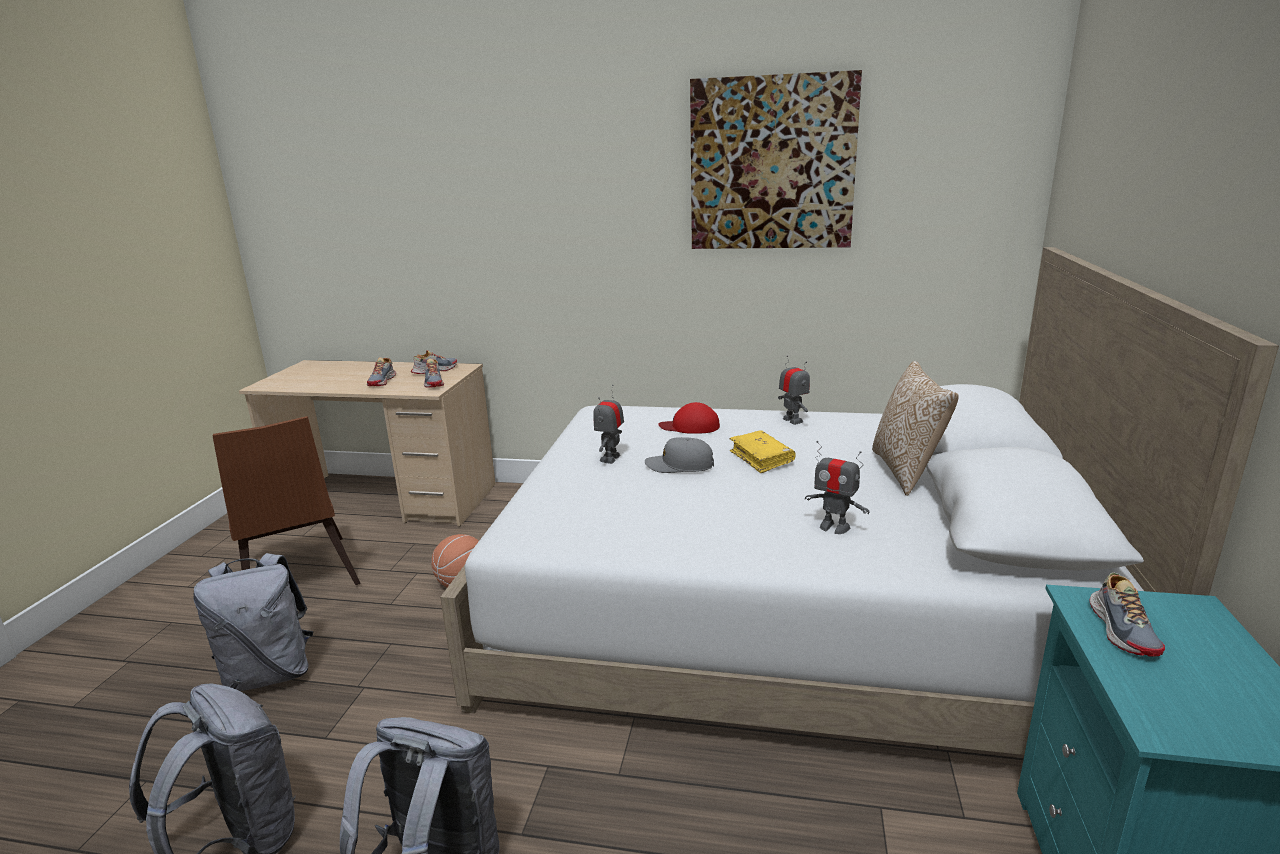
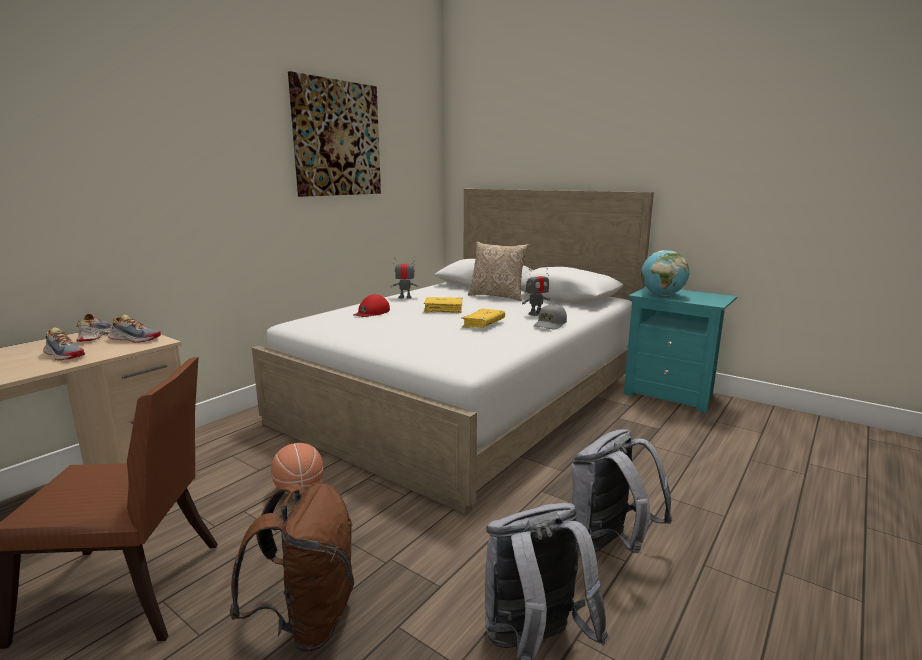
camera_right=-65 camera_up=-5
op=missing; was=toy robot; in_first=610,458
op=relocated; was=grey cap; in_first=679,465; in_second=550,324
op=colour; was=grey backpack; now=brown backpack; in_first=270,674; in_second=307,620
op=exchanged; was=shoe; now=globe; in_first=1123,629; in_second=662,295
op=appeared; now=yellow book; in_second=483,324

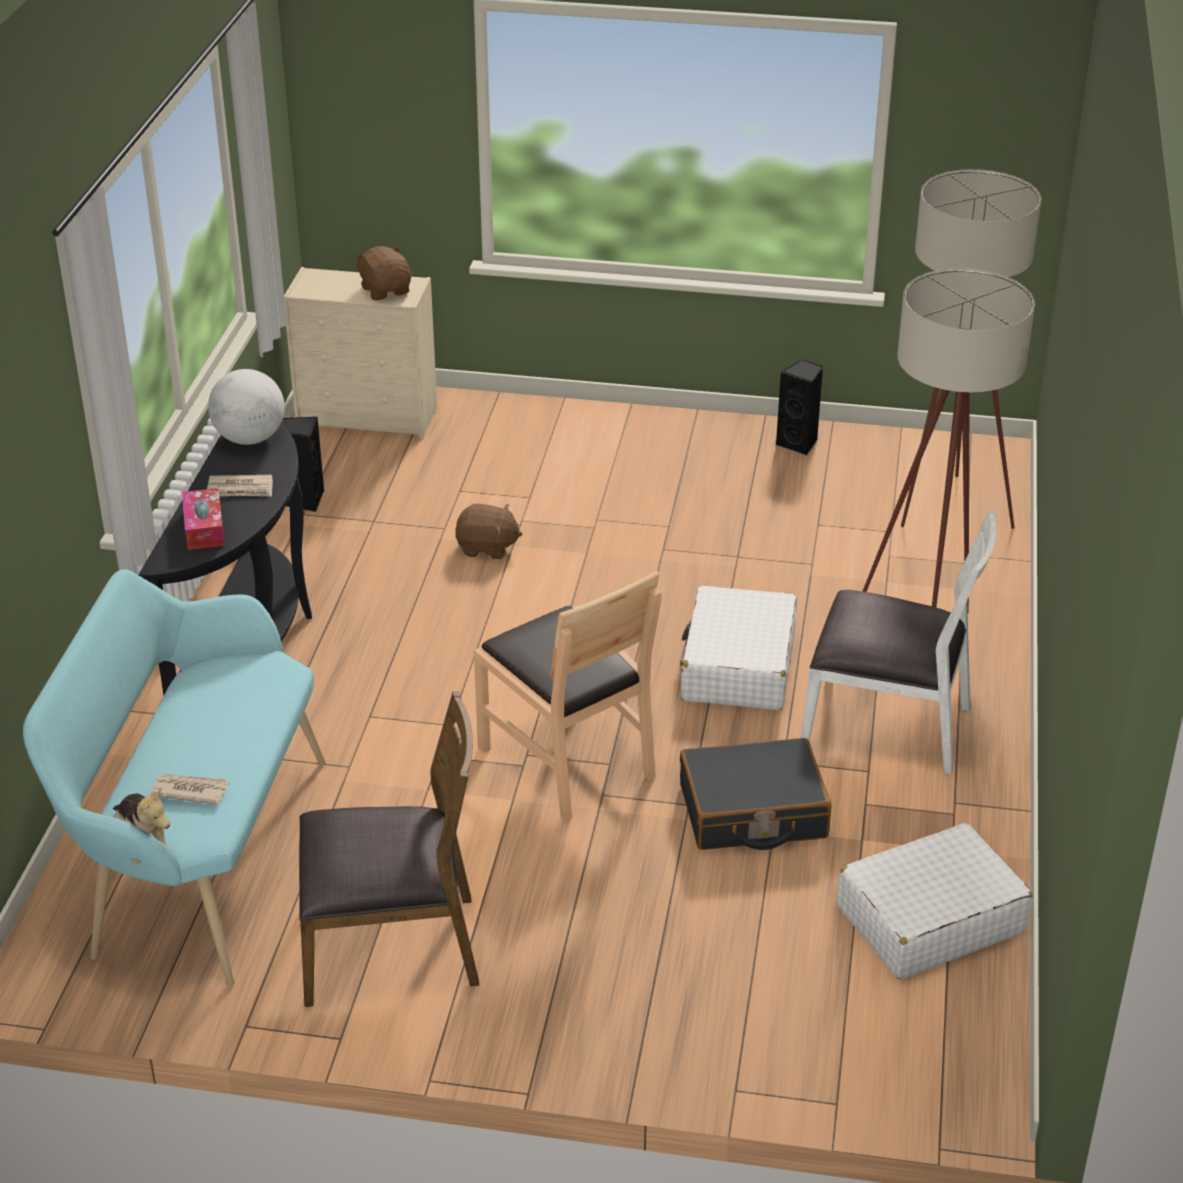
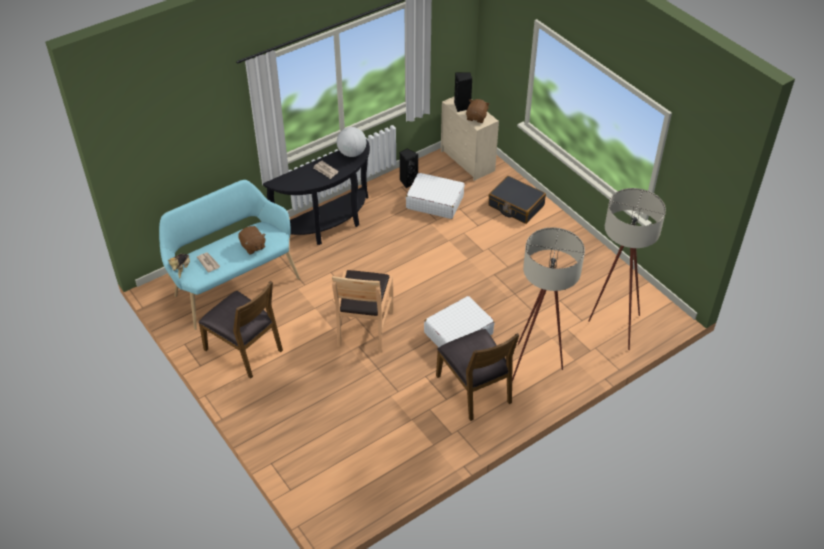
camera_right=45 camera_up=10
op=relocated; was=black speaker; in_first=799,443; in_second=462,107
op=missing; was=tissue box; in_first=204,528
op=relocated; was=brown plush toy; in_first=487,548; in_second=252,246
op=colour; was=white chair; now=brown chair; in_first=887,725; in_second=475,389
op=relocated; was=black suitcase; in_first=752,812; in_second=516,206
op=relocated; was=white suitcase; in_first=929,919; in_second=434,202

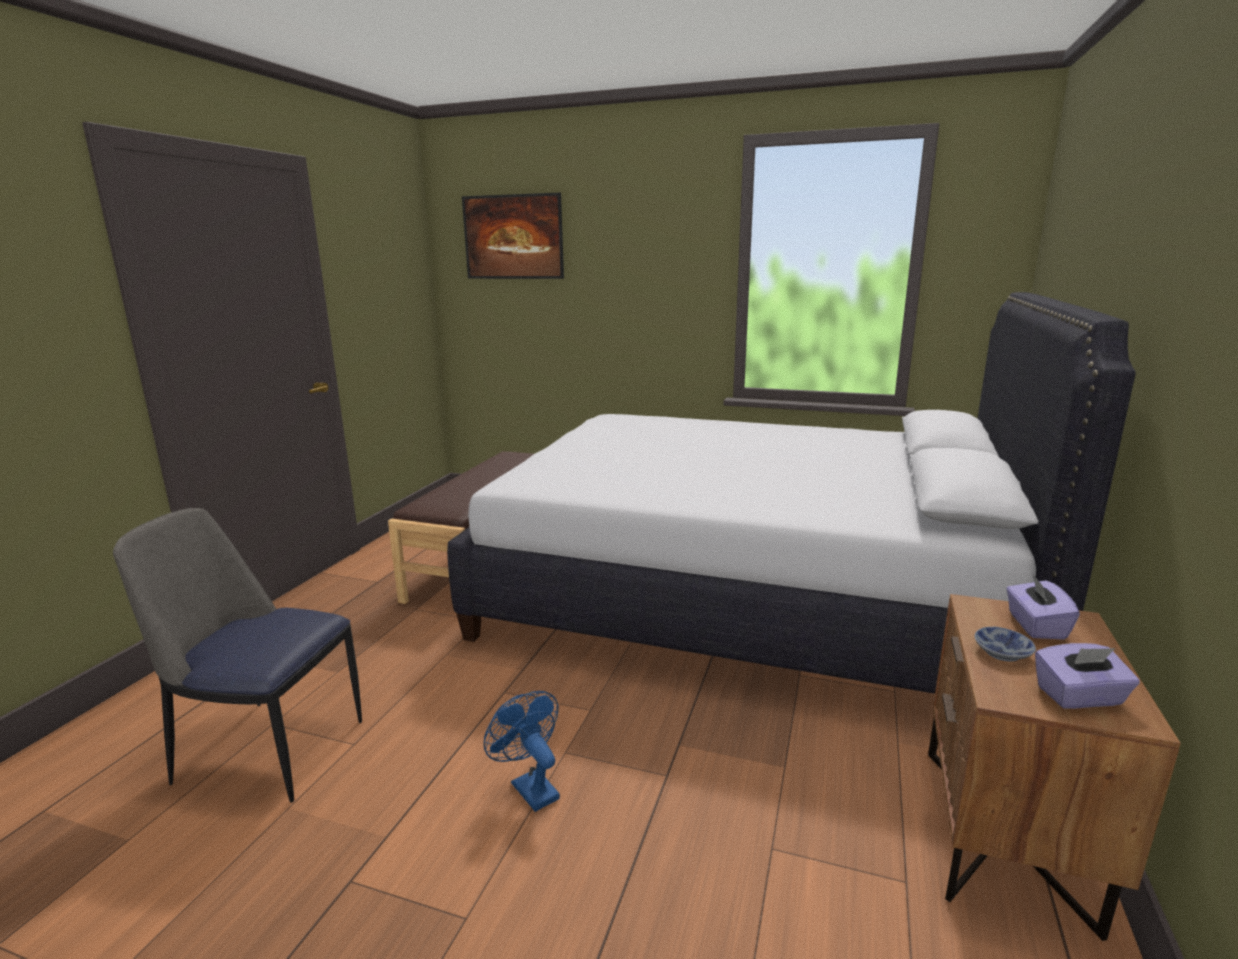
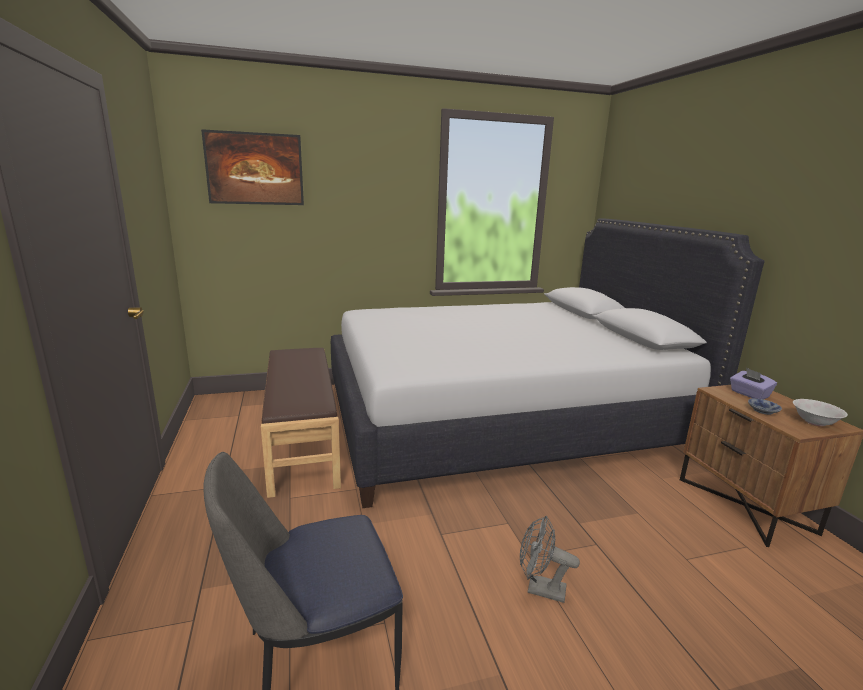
camera_right=-35 camera_up=0
op=exchanged; was=purple tissue box; now=white bowl; in_first=1080,697; in_second=814,422
op=colour; was=blue fan; now=grey fan; in_first=530,787; in_second=539,589

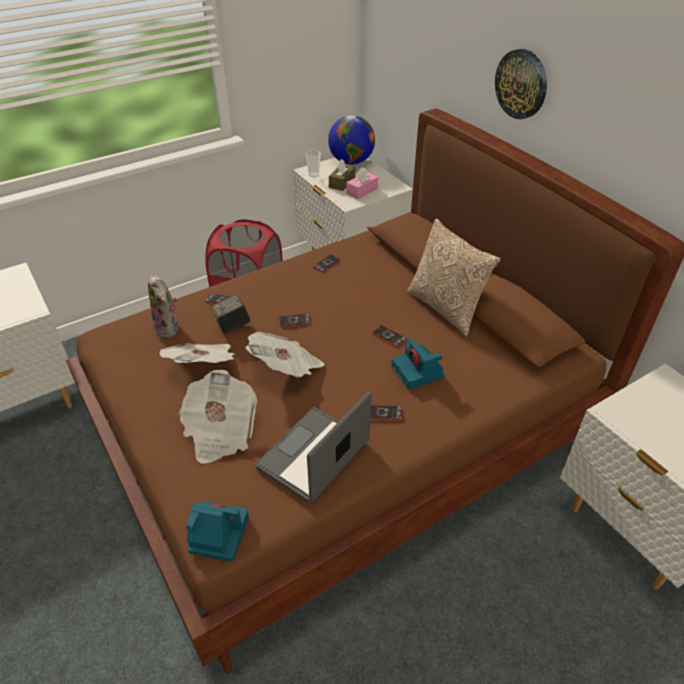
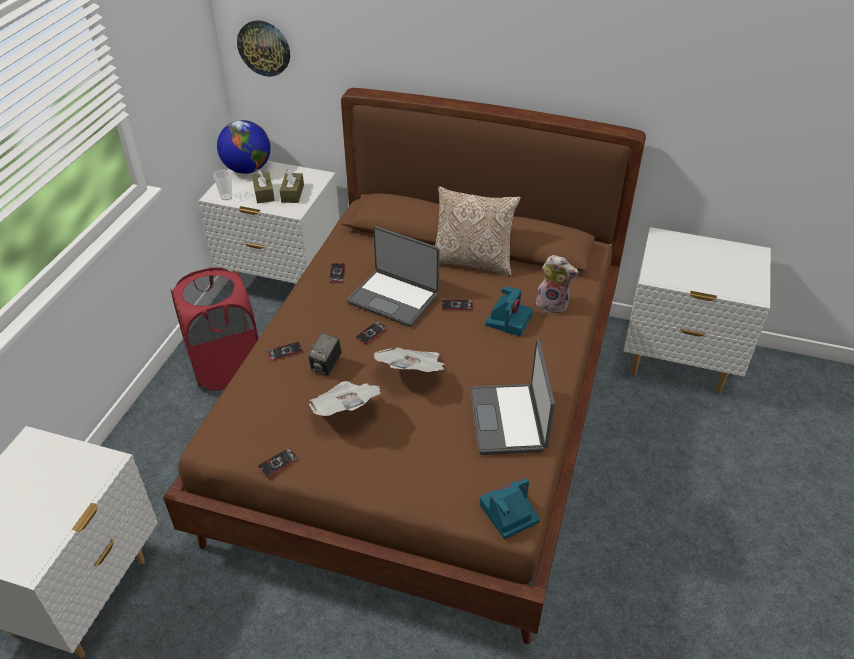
camera_right=-40 camera_up=0
op=relocated; was=wall clock; in_first=521,84; in_second=264,48
op=colour; was=pink tissue box; now=brown tissue box; in_first=362,191; in_second=292,193
op=relocated; was=plush toy; in_first=169,328; in_second=553,304
op=spun; was=photo camera; in_first=418,372; in_second=508,320; clockwise=-90
op=missing; was=newspaper; in_first=220,431
op=relocated; was=phone; in_first=383,413; in_second=278,463
op=appeared; now=laptop; in_second=394,298

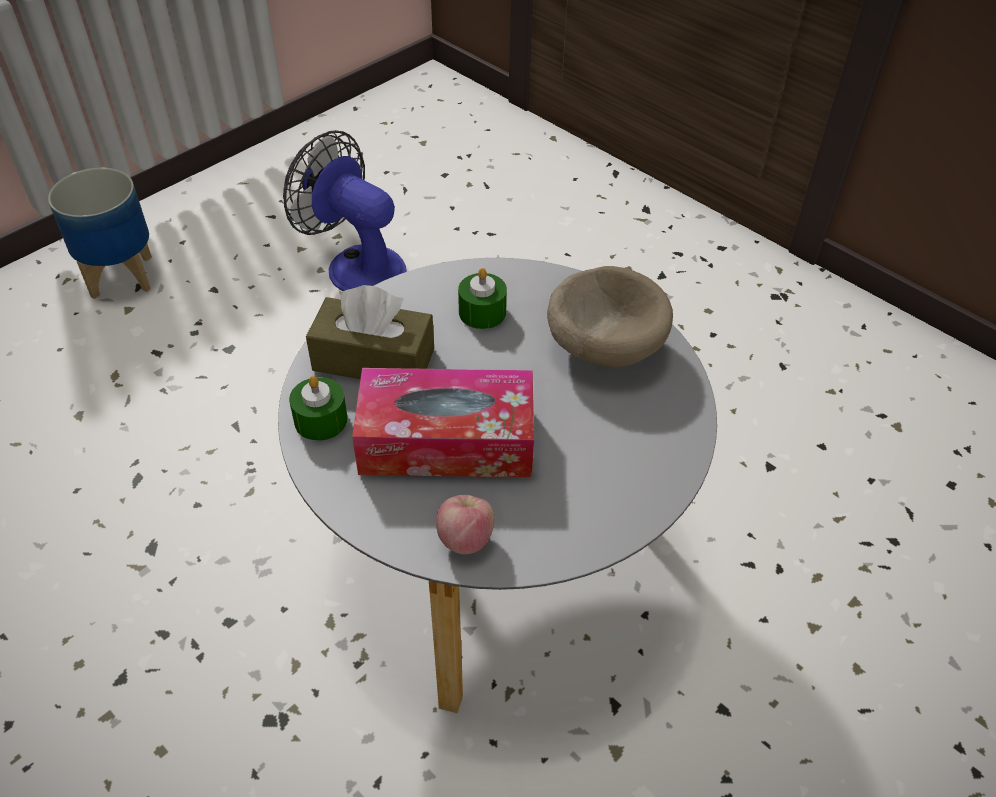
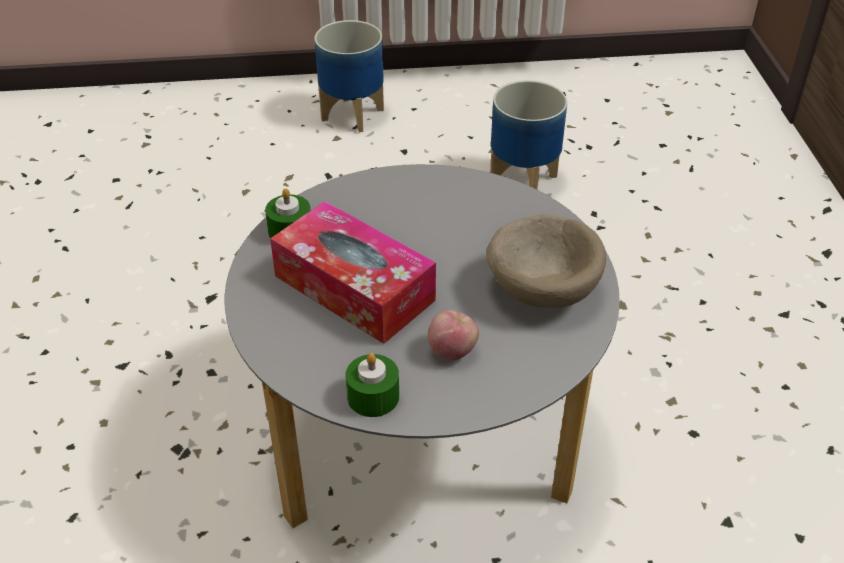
camera_right=40 camera_up=-5
op=exchanged; was=fan; now=planter; in_first=355,265; in_second=522,181
op=relocated; was=green candle; in_first=482,312; in_second=373,396
op=missing; was=brown tissue box; in_first=374,360
op=relocated; was=apple; in_first=465,539; in_second=452,351

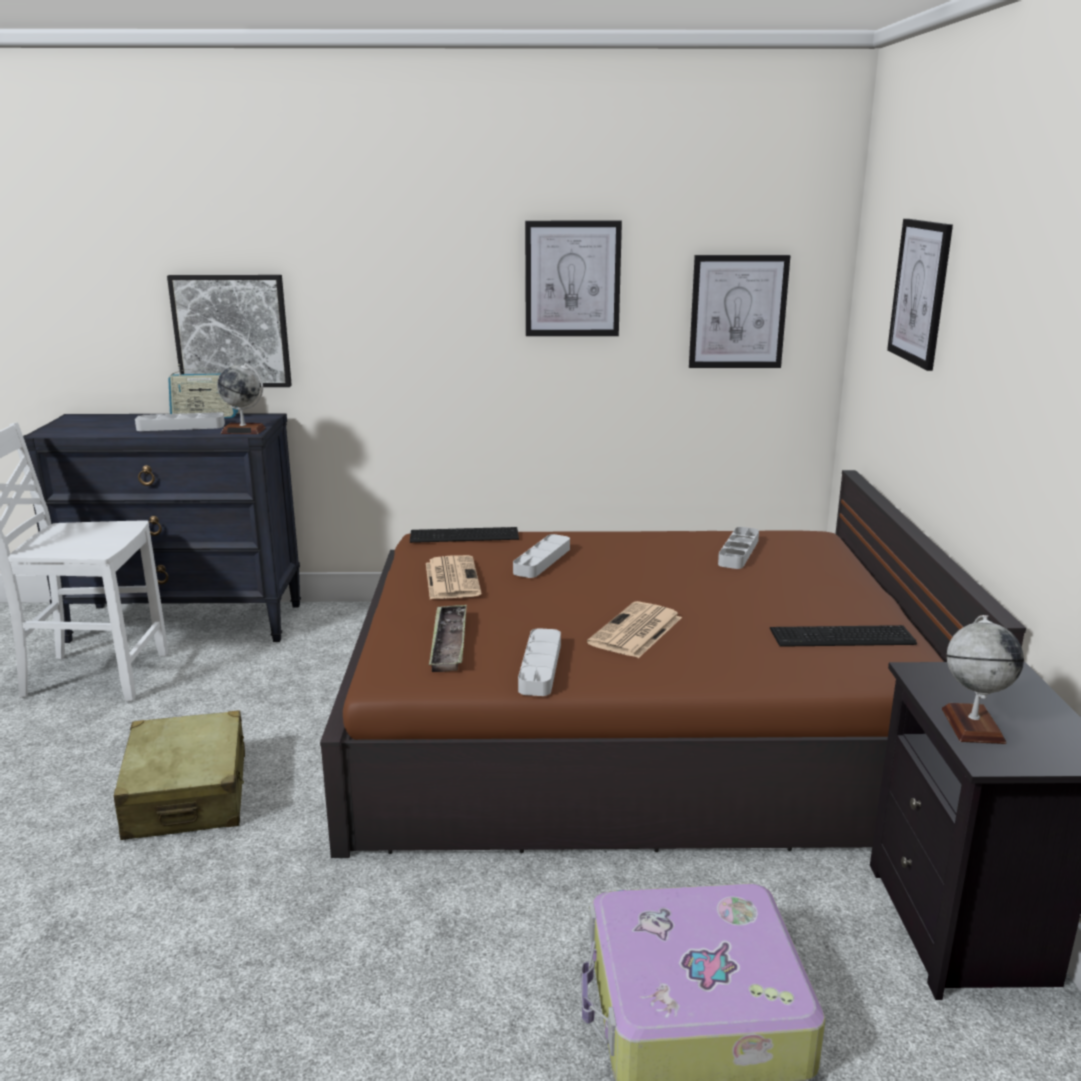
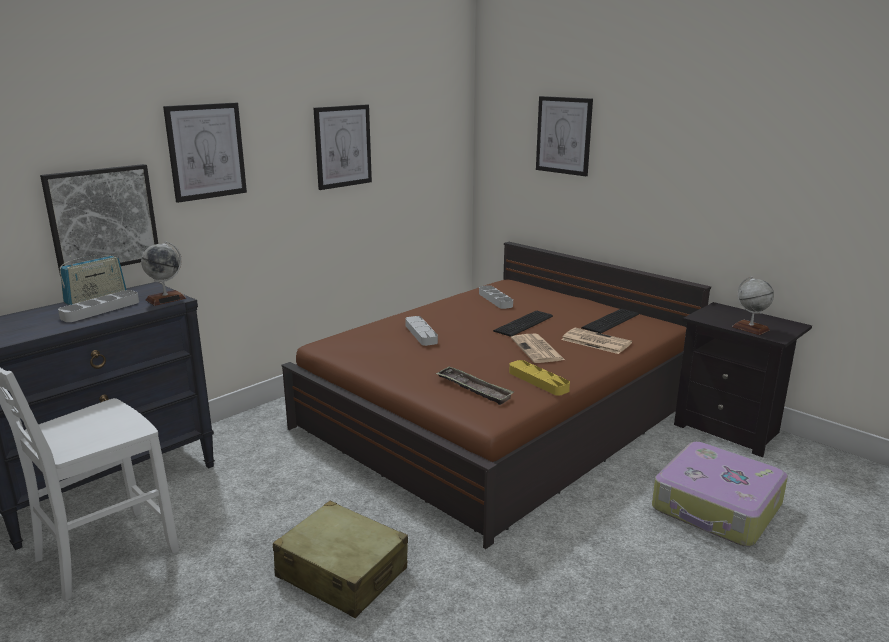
camera_right=-45 camera_up=0
op=relocated; was=picture; in_first=738,312; in_second=206,151
op=relocated; was=keyboard; in_first=465,536; in_second=525,323
op=relocated; was=newspaper; in_first=451,578; in_second=595,341
op=colour; was=grey tray; now=yellow tray; in_first=540,667; in_second=538,381

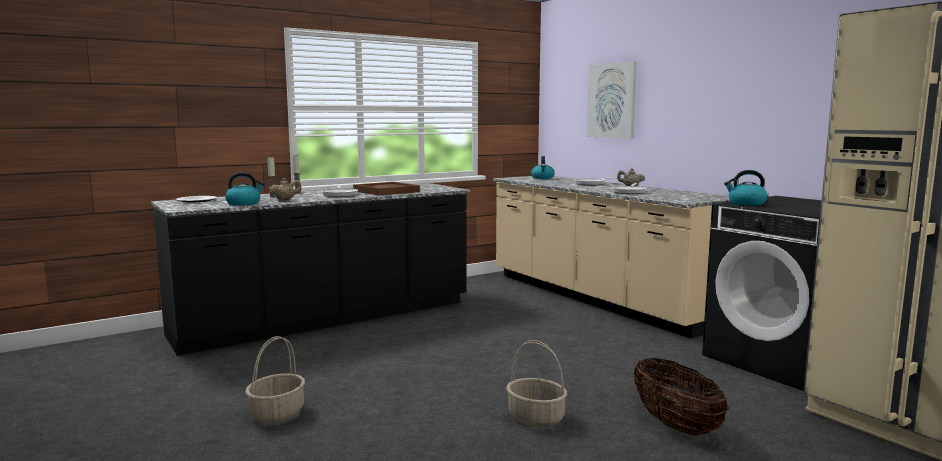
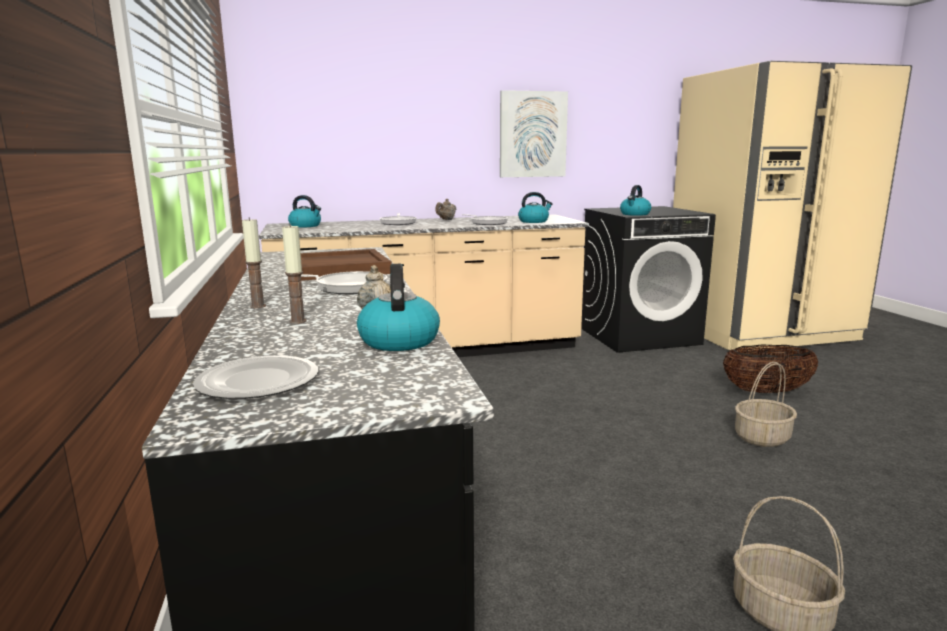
camera_right=-70 camera_up=5
op=relocated; was=picture; in_first=612,100; in_second=532,134
op=appeared; now=kettle; in_second=534,221

